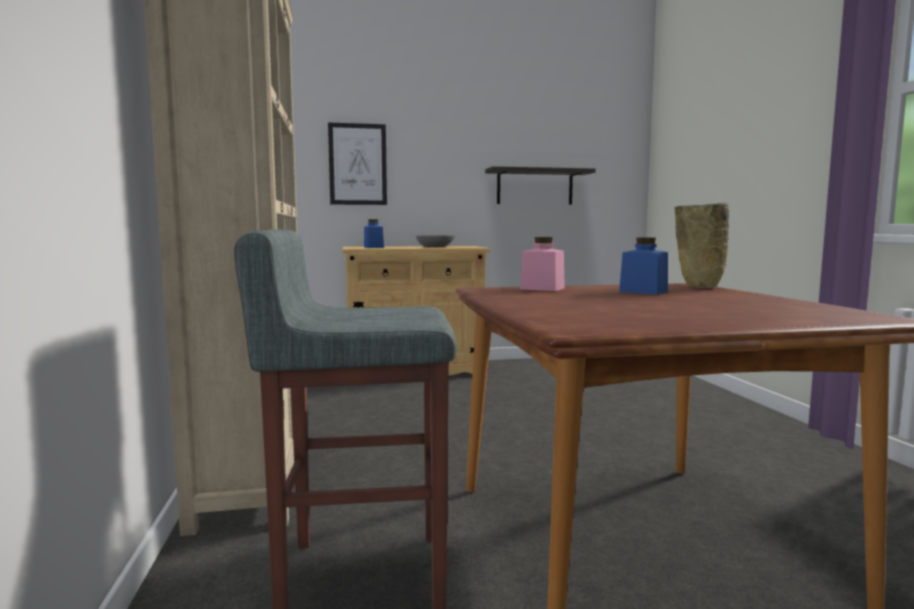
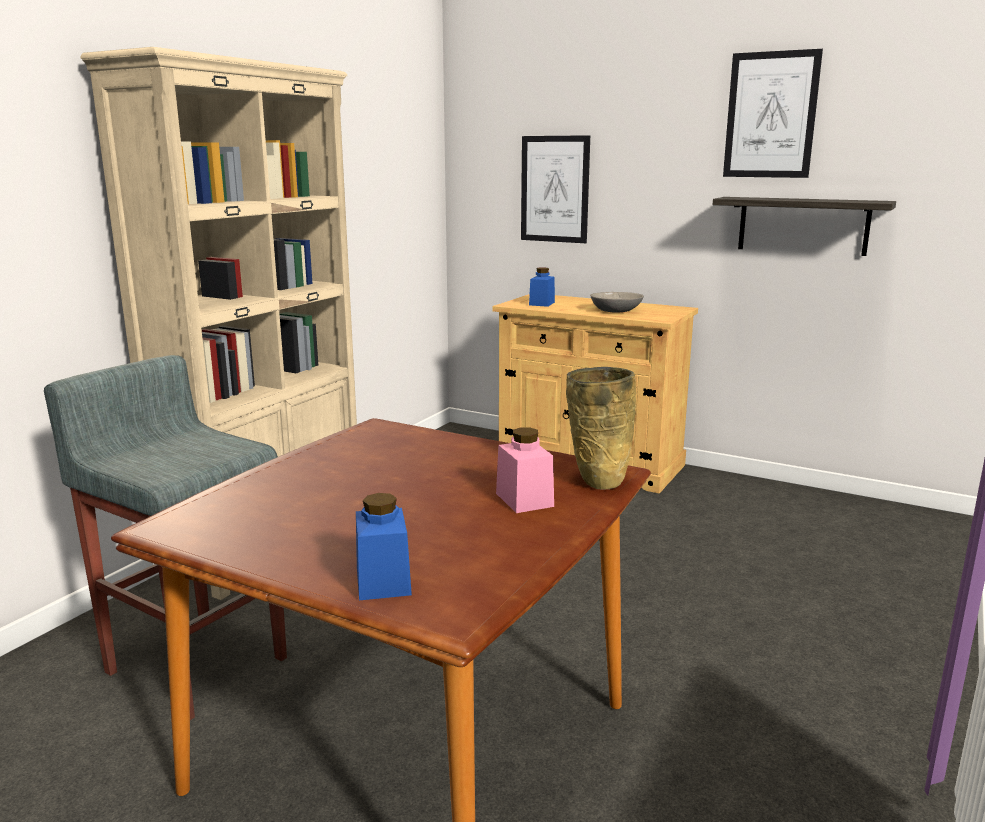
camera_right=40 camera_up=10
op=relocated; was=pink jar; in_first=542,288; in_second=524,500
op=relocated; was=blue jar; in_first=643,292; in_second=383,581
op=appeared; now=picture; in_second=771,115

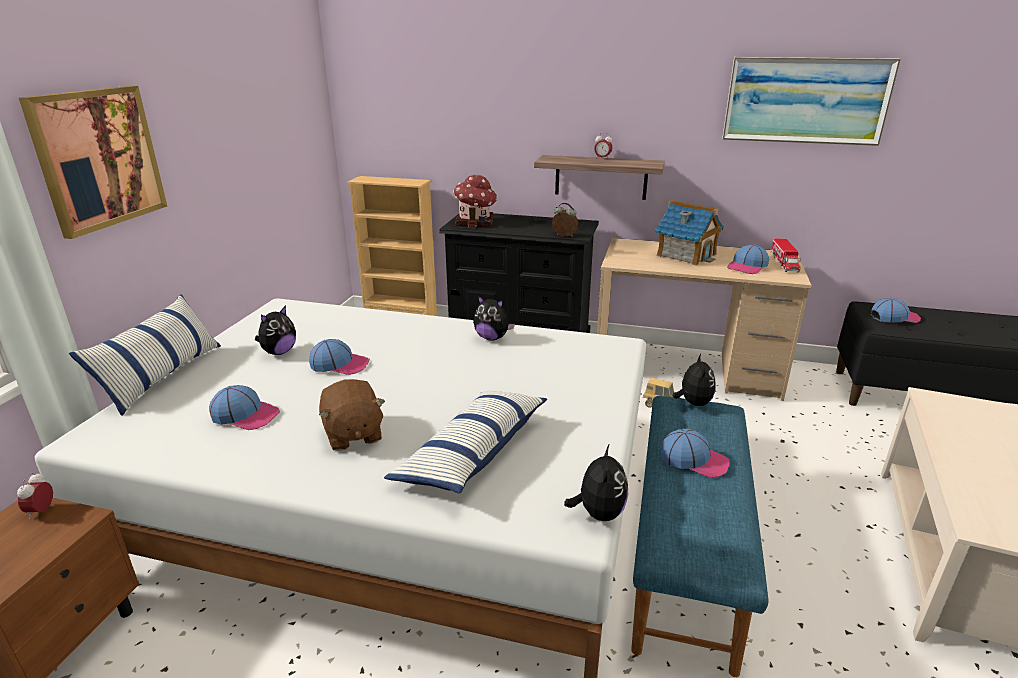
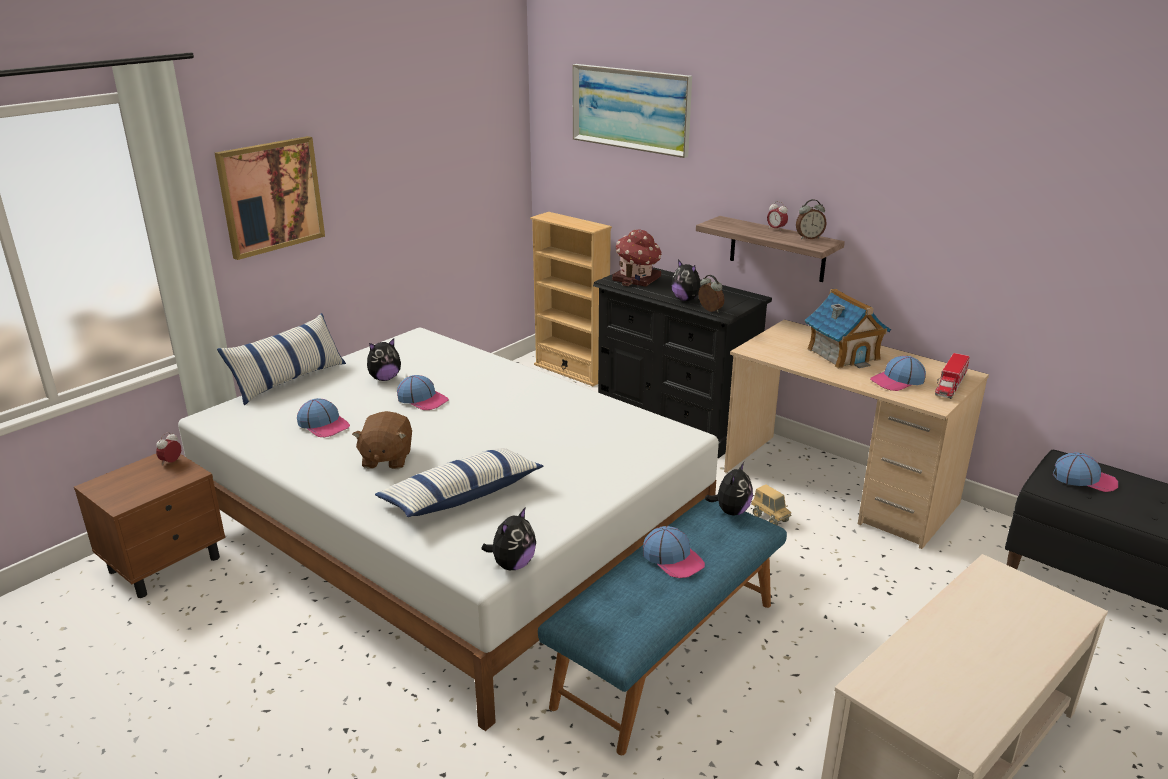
camera_right=25 camera_up=0
op=relocated; was=picture; in_first=805,100; in_second=630,109
op=relocated; was=plush toy; in_first=492,338; in_second=686,300
op=appeared; now=alarm clock; in_second=809,238

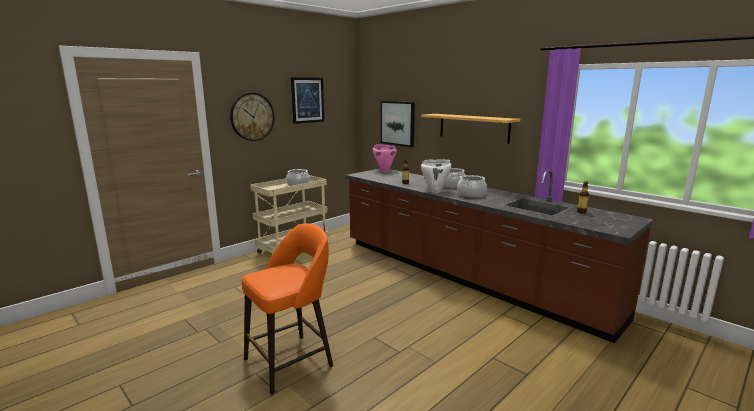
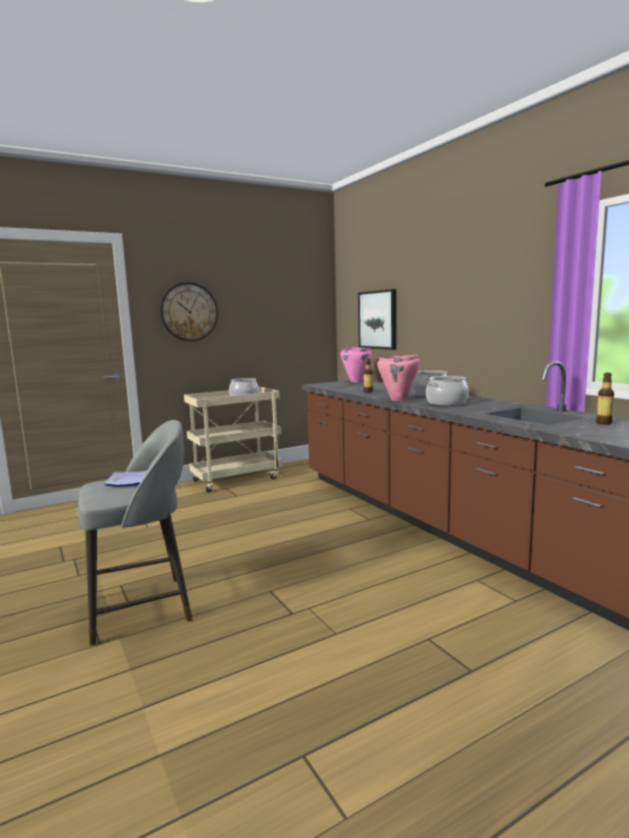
camera_right=15 camera_up=-5
op=missing; was=picture; in_first=307,100
op=missing; was=shelf; in_first=473,127
op=colour; was=white cooking pot; now=pink cooking pot; in_first=435,191; in_second=399,399
op=colour; was=orange stool; now=grey stool; in_first=291,361; in_second=143,608
op=appeared; now=plate; in_second=129,481

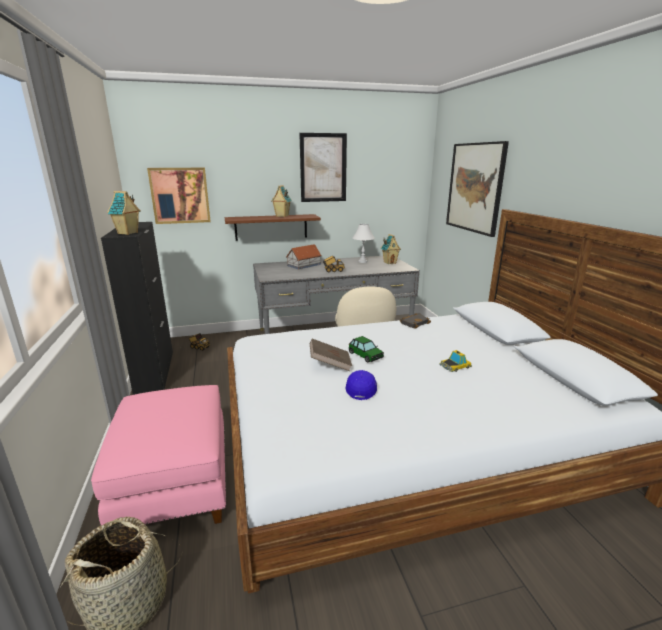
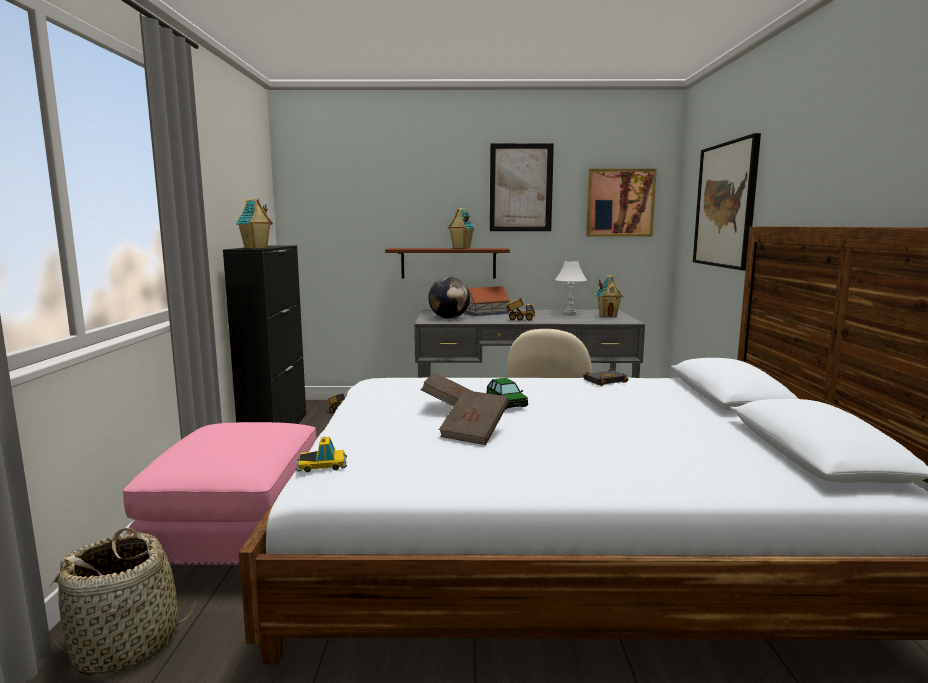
camera_right=15 camera_up=-10
op=relocated; was=picture; in_first=180,195; in_second=620,203
op=relocated; was=toy car; in_first=455,366; in_second=322,464
op=exchanged; was=blue cap; now=brown book; in_first=361,389; in_second=475,432
op=appeared; now=globe; in_second=449,318

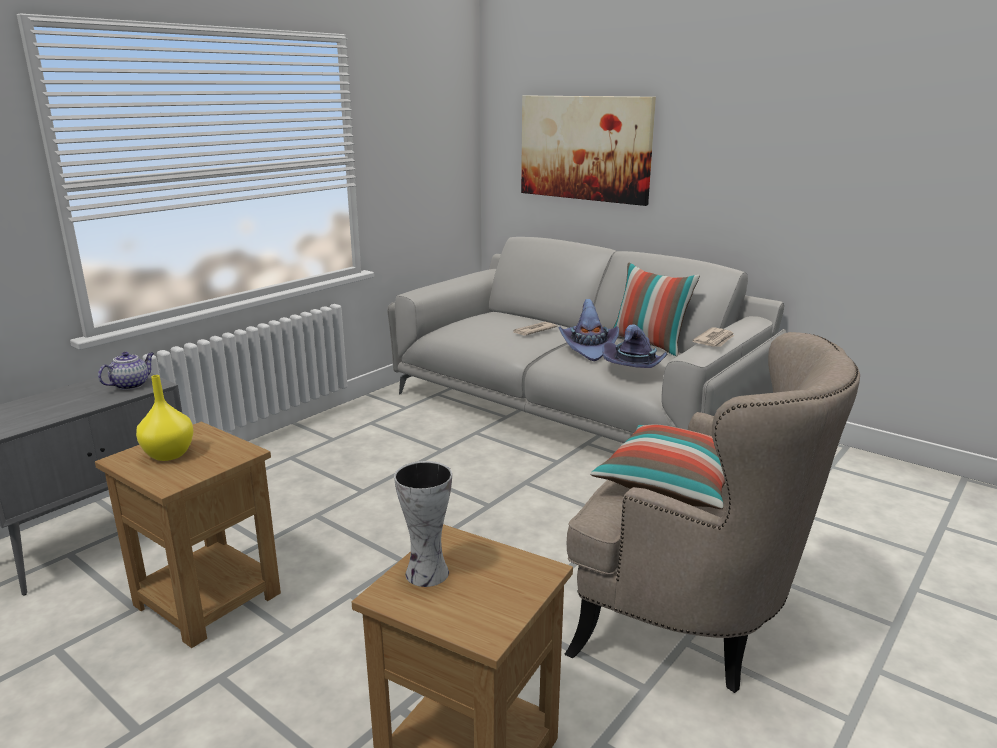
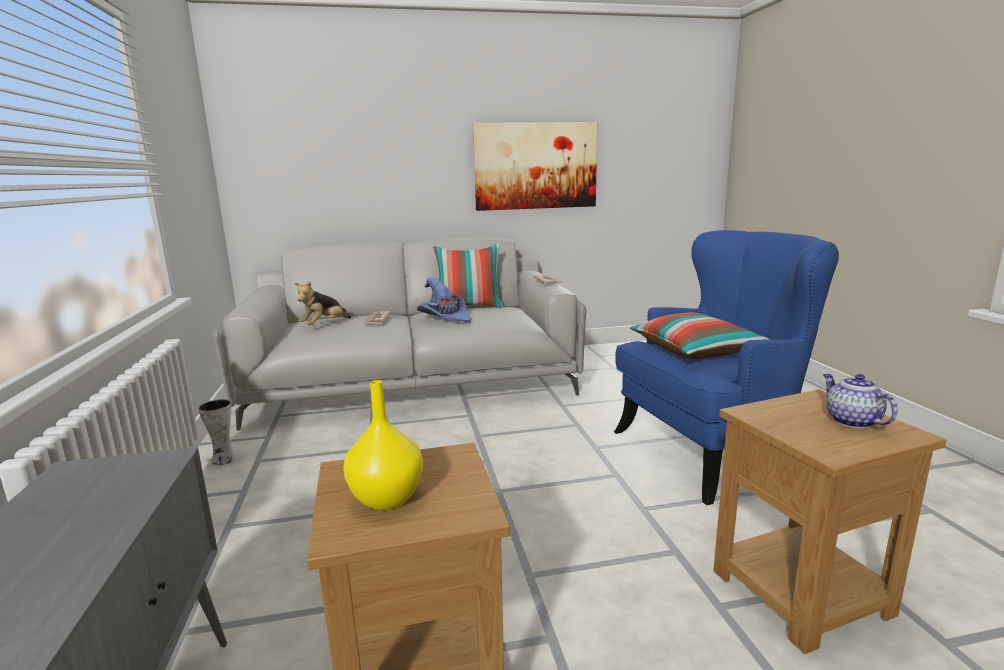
camera_right=-50 camera_up=-5
op=relocated; was=picture; in_first=584,148; in_second=535,166
op=missing; was=purple hat; in_first=634,367
op=colour; was=beige armchair; now=blue armchair; in_first=691,624; in_second=710,451
op=relocated; was=teapot; in_first=131,385; in_second=851,421
op=relocated; was=vase; in_first=425,573; in_second=223,460
op=appeared; now=plush toy; in_second=324,325

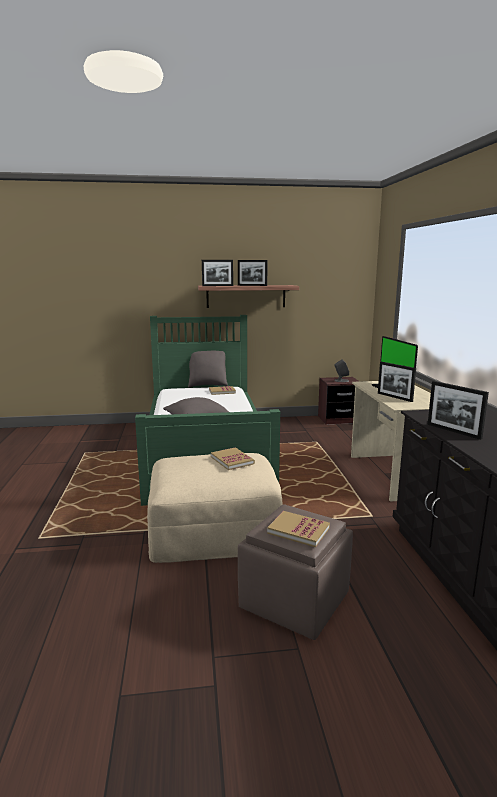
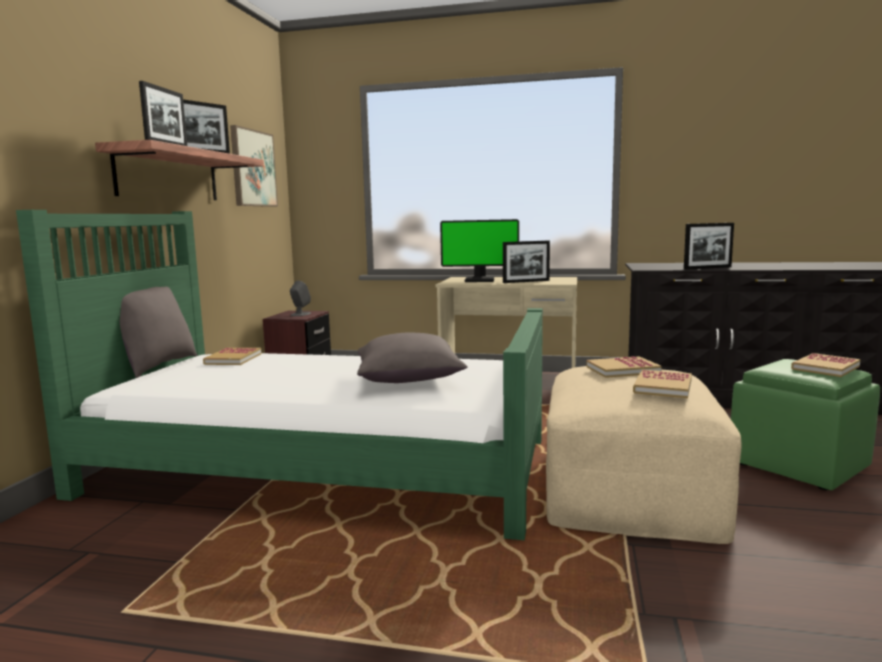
camera_right=-70 camera_up=-5
op=colour; was=brown ottoman; now=green ottoman; in_first=295,602; in_second=800,465
op=appeared; now=picture; in_second=253,168
op=appeared; now=book; in_second=663,387

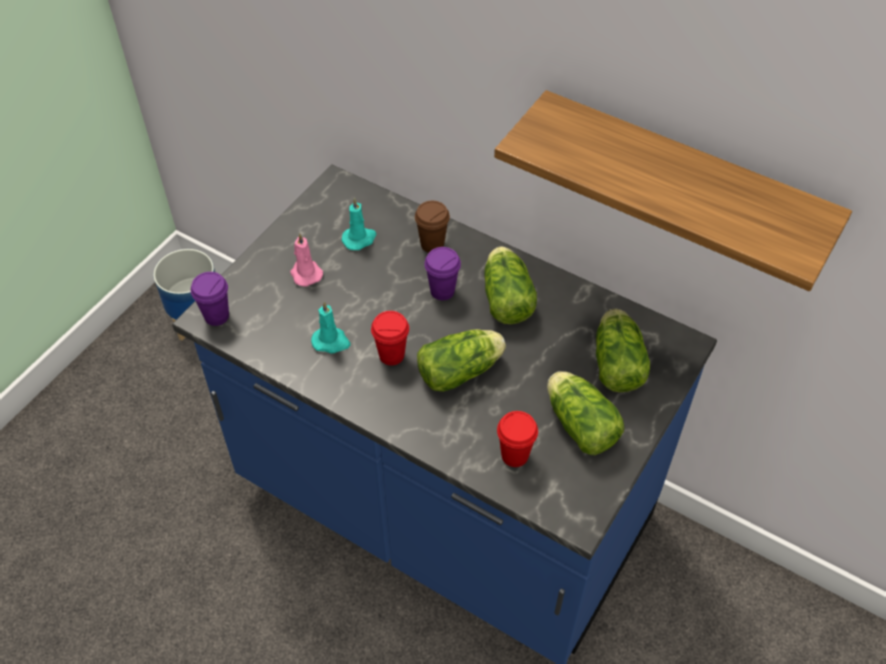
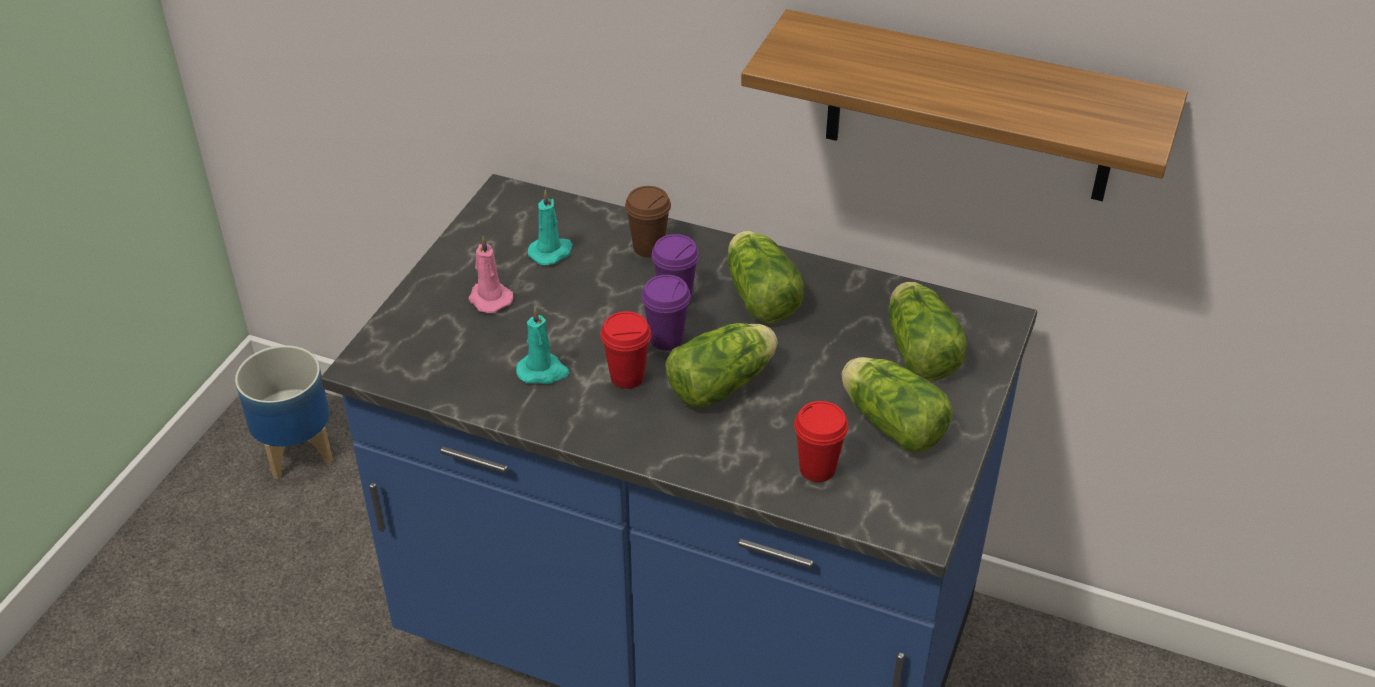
camera_right=-10 camera_up=-10
op=relocated; was=purple cup; in_first=217,316; in_second=666,339

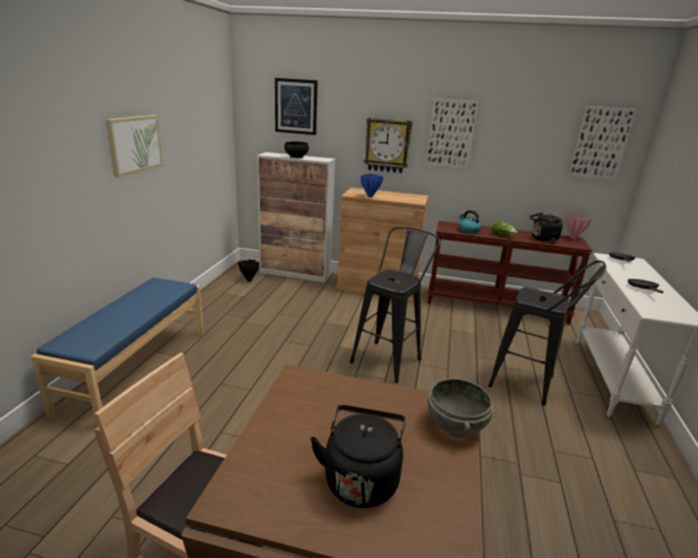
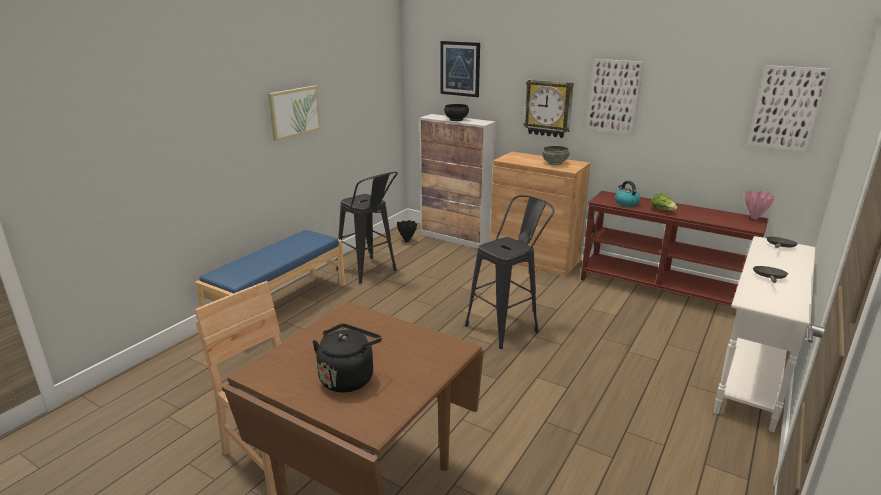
camera_right=20 camera_up=0
op=missing; was=blue vase; in_first=370,197
op=missing; was=black kettle; in_first=543,239
op=relocated; was=black stool; in_first=529,384; in_second=370,272
op=relocated; was=grey bowl; in_first=457,425; in_second=555,163

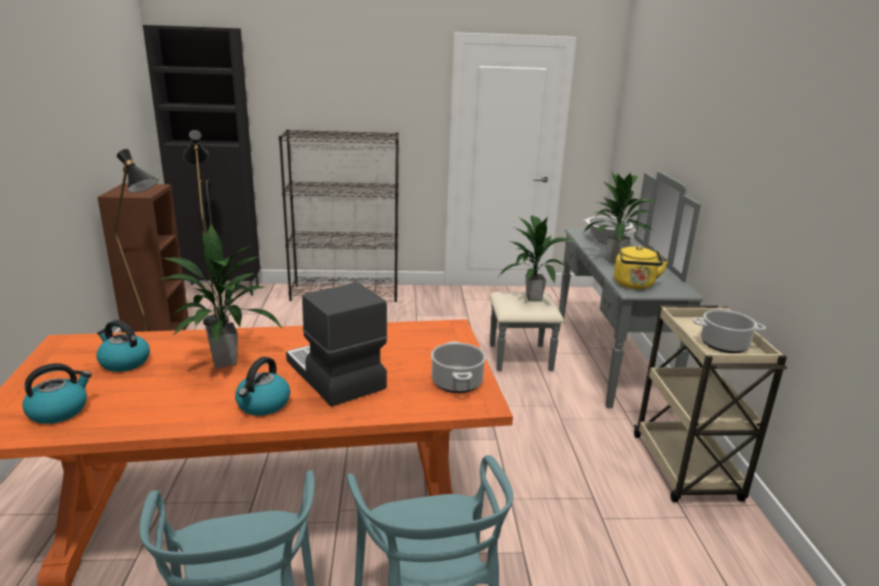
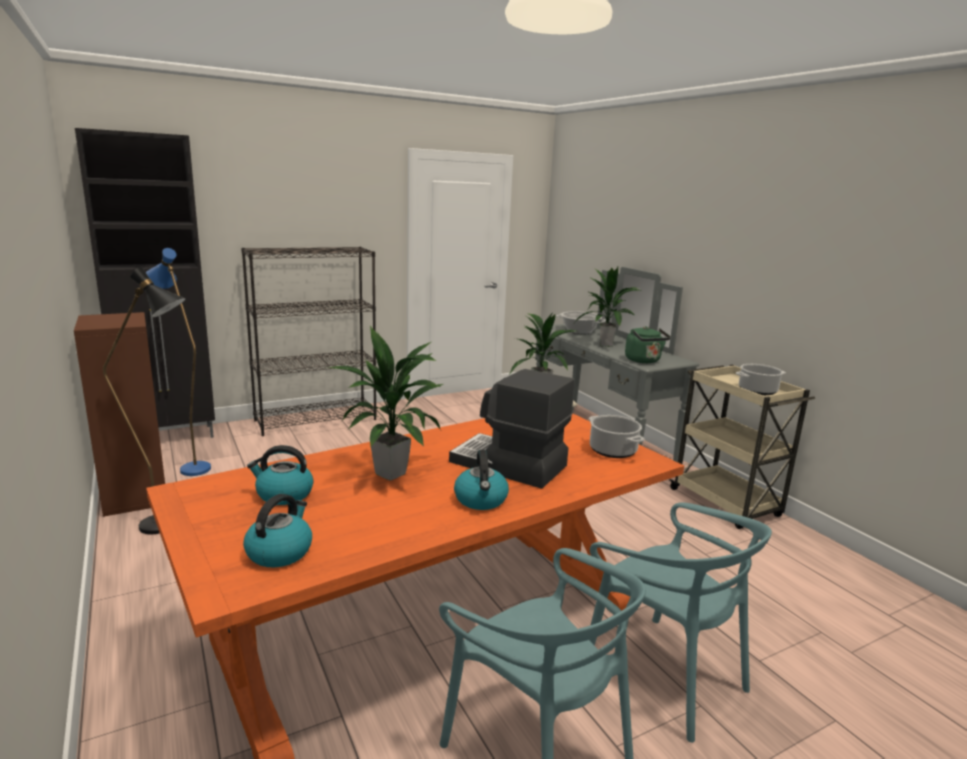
camera_right=-25 camera_up=-5
op=colour; was=black floor lamp; now=blue floor lamp; in_first=214,318; in_second=190,466
op=colour; was=yellow kettle; now=green kettle; in_first=634,285; in_second=644,361

